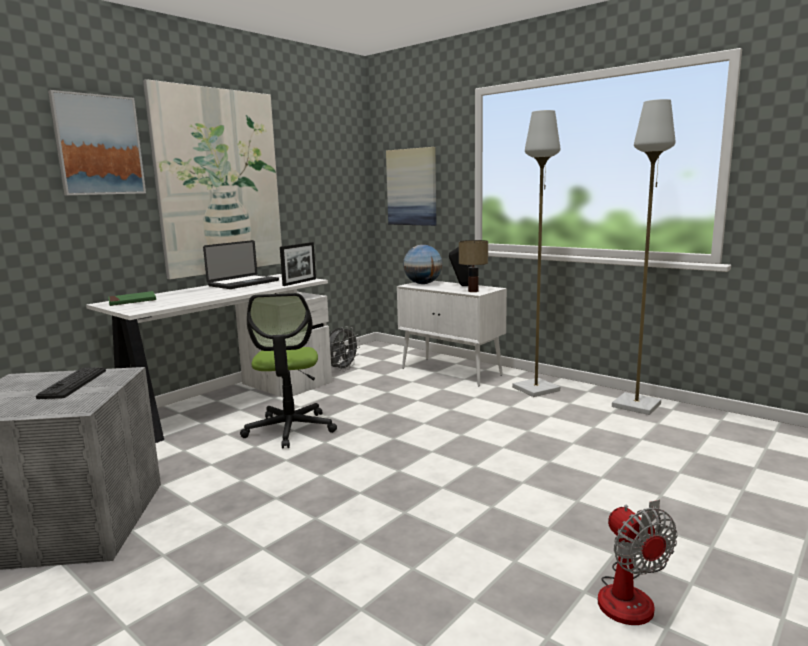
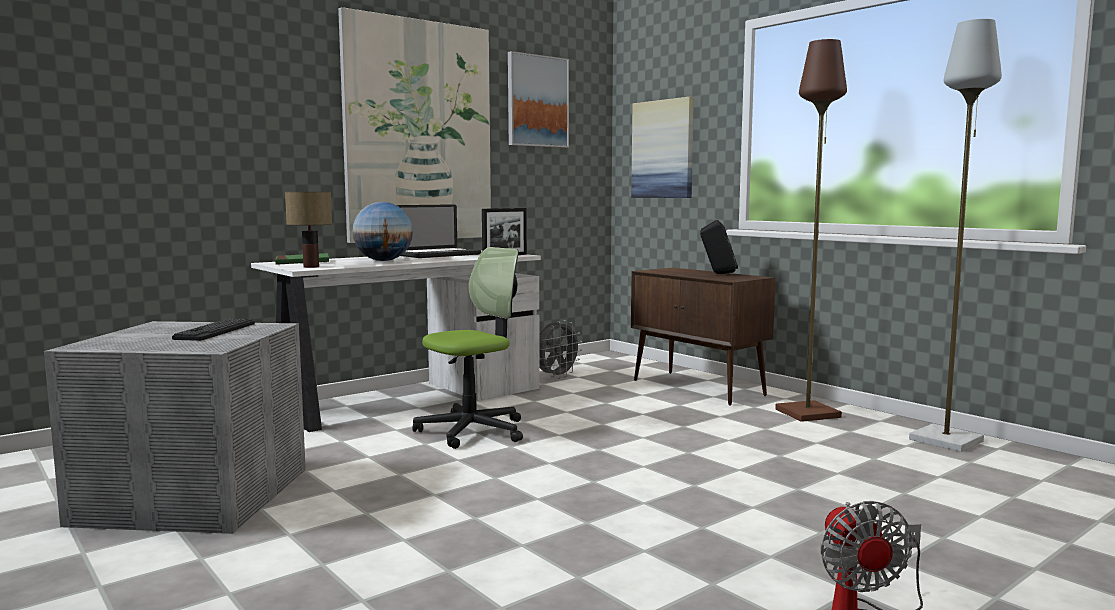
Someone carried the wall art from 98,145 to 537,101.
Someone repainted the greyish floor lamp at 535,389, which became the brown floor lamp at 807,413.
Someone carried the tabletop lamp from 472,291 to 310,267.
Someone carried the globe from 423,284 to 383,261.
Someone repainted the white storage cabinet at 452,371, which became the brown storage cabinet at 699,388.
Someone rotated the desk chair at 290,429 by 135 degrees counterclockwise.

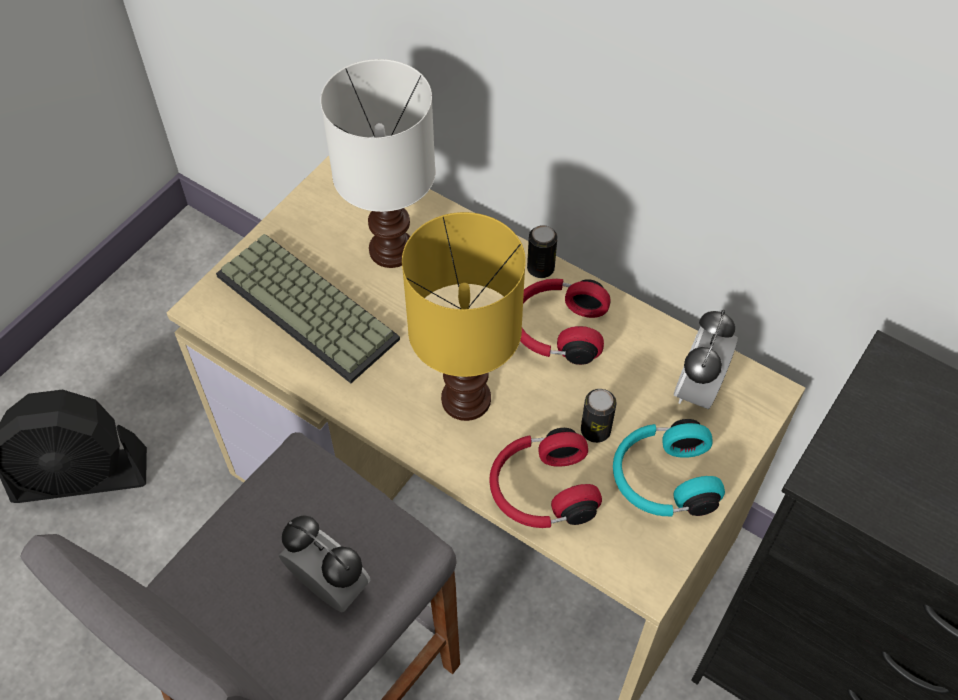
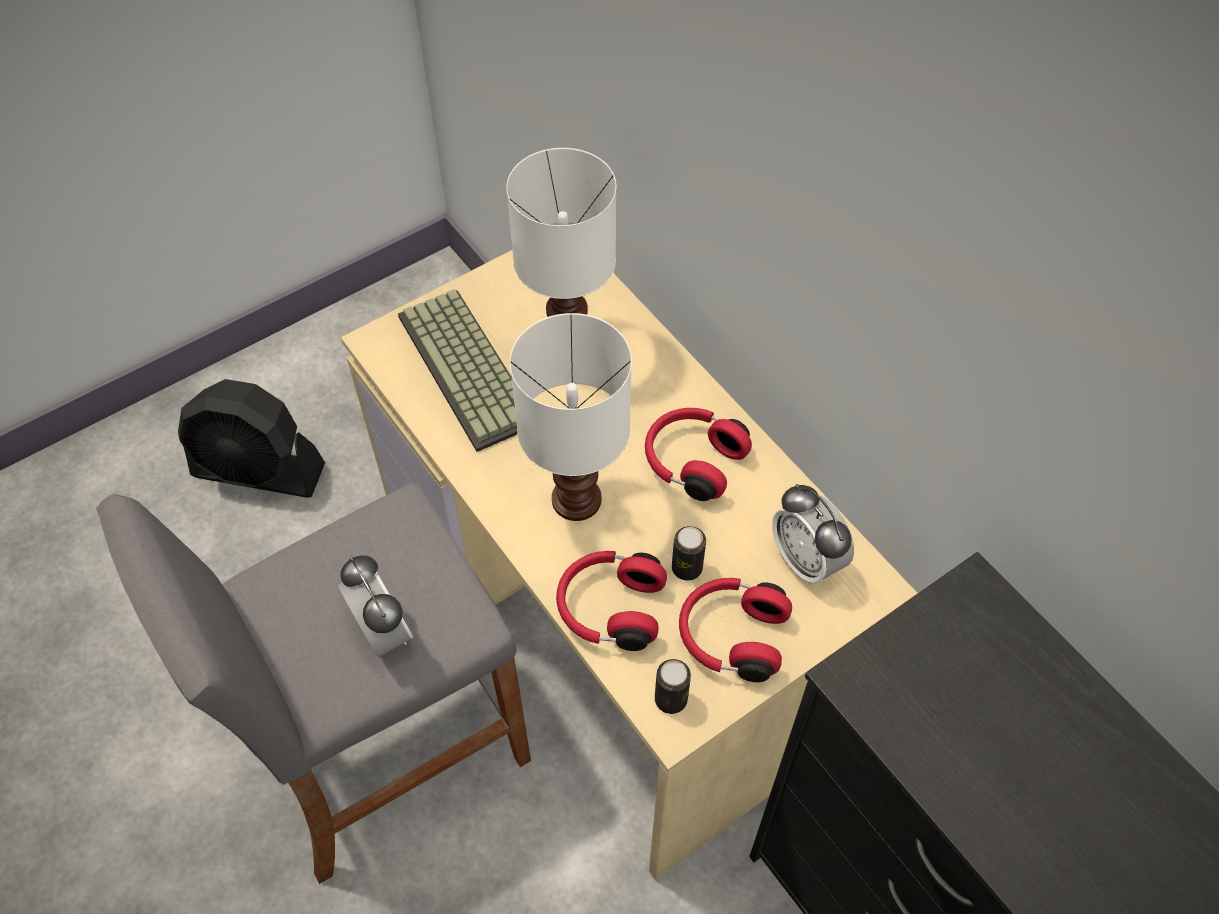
Someone repainted the yellow tabletop lamp at 466,397, which became the white tabletop lamp at 577,498.
Someone carried the can from 540,268 to 671,699.
Someone rotated the table clock at 698,389 by 75 degrees counterclockwise.
Someone repainted the blue-green headphones at 662,480, which became the red-coloured headphones at 730,636.

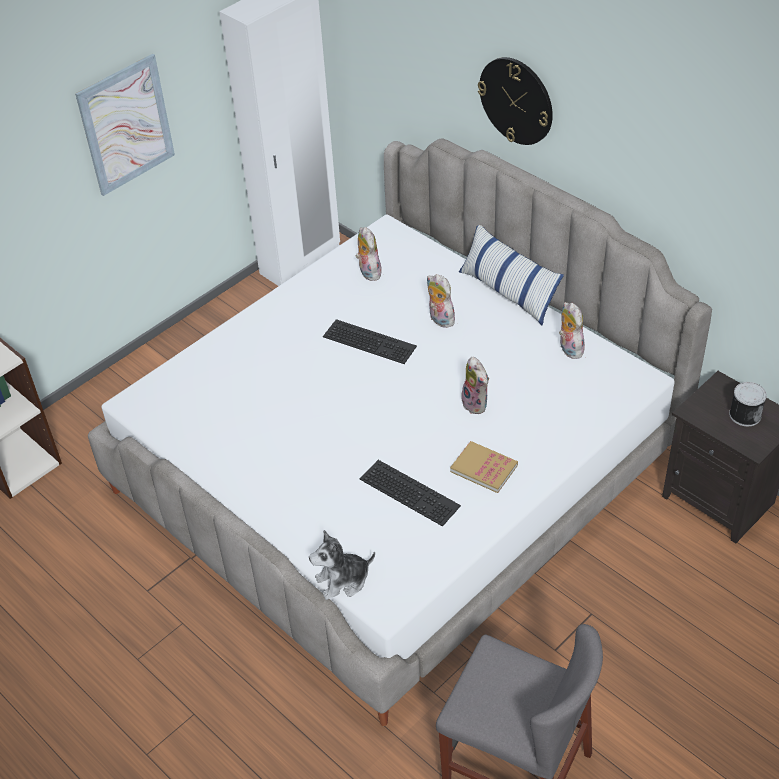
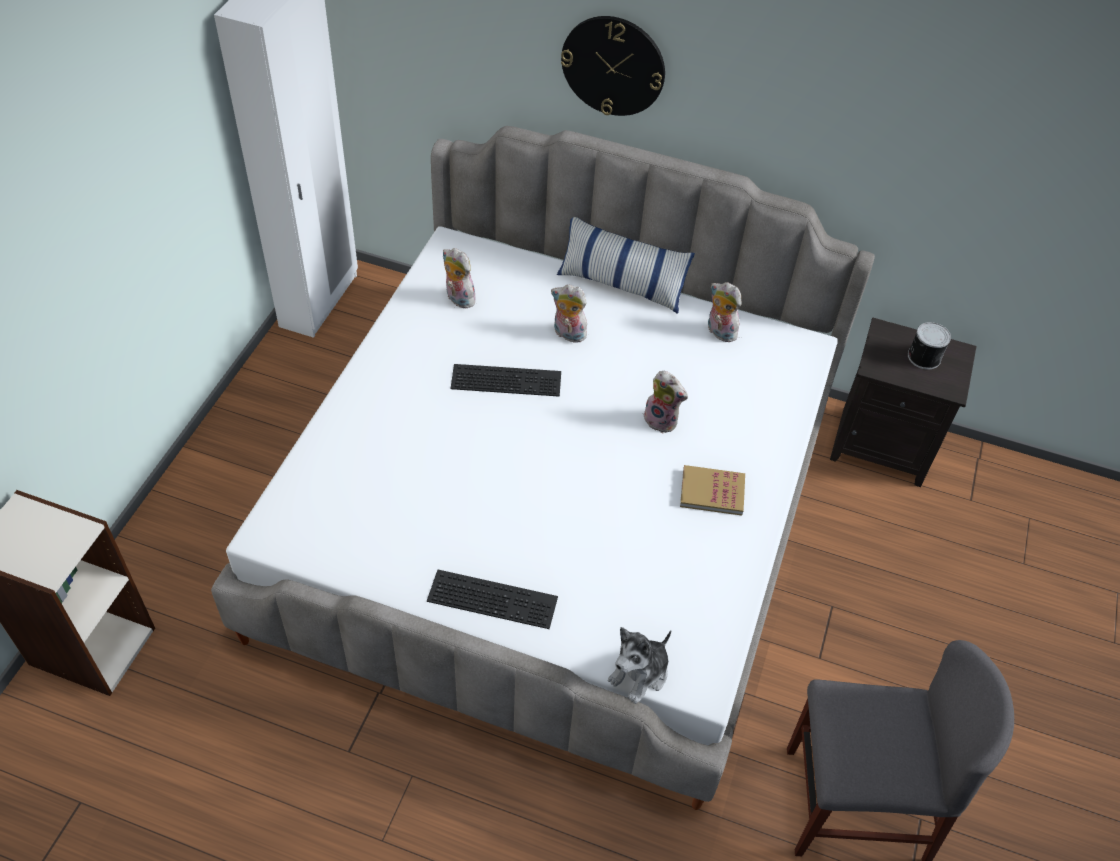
Someone took away the wall art at 126,125.
Someone carried the keyboard from 411,491 to 494,597.

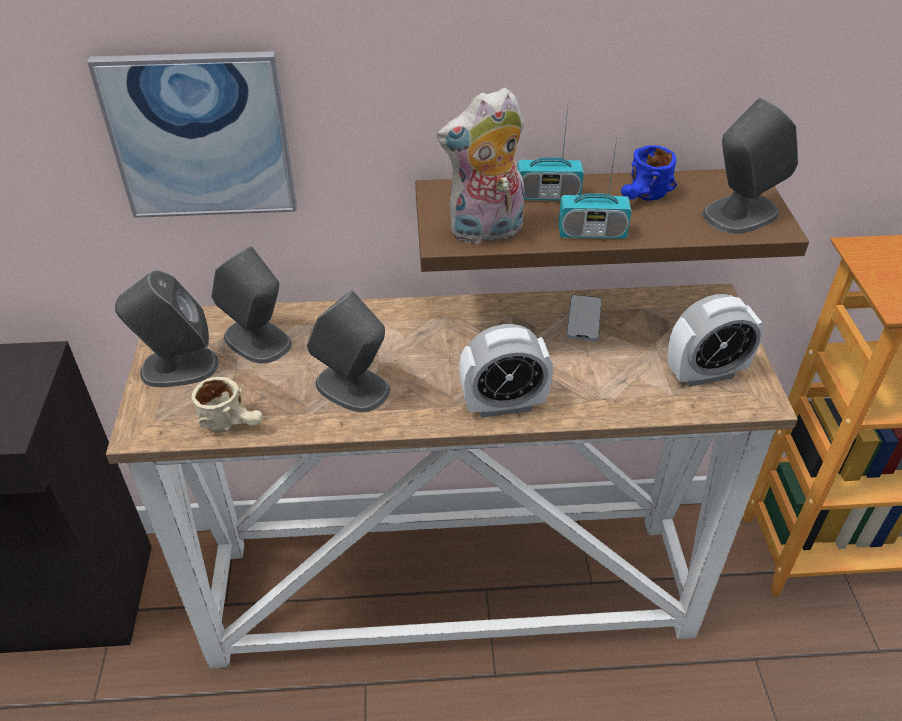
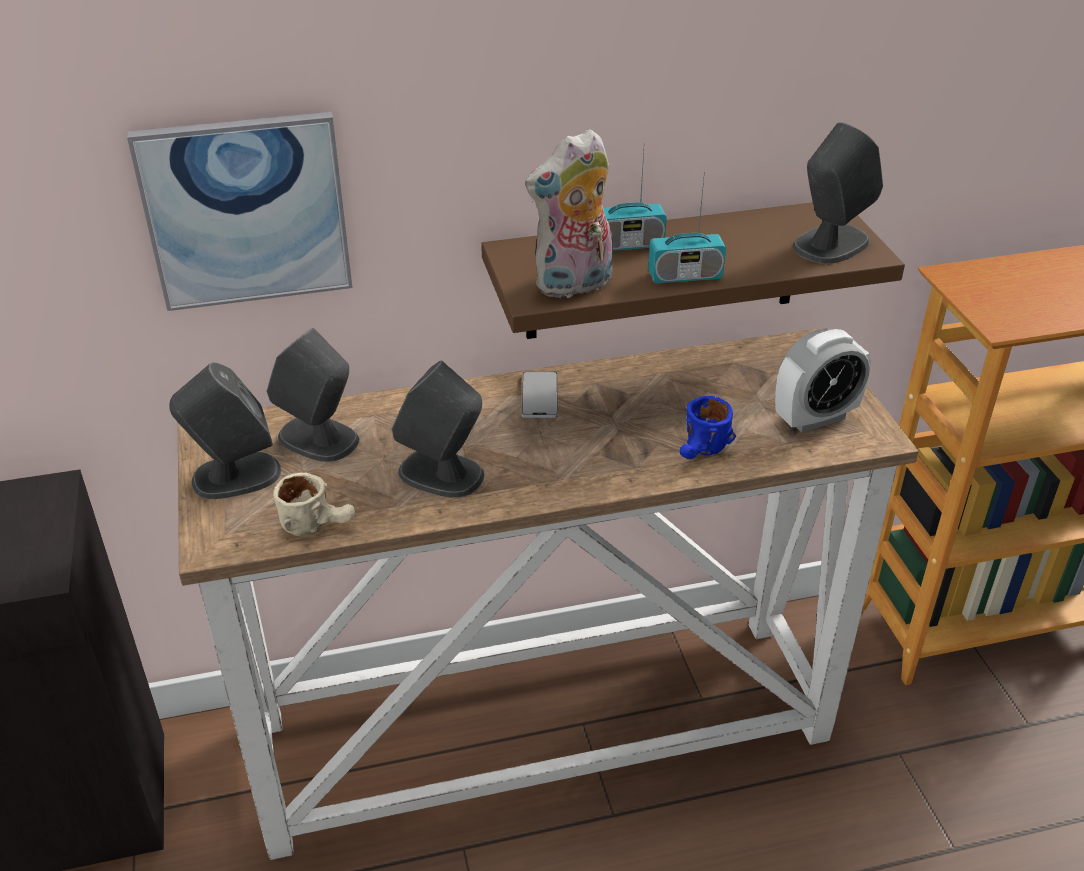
Someone carried the blue-coloured tea mug from 643,198 to 702,453.
Someone carried the phone from 584,319 to 539,396.
Someone took away the table clock at 503,405.

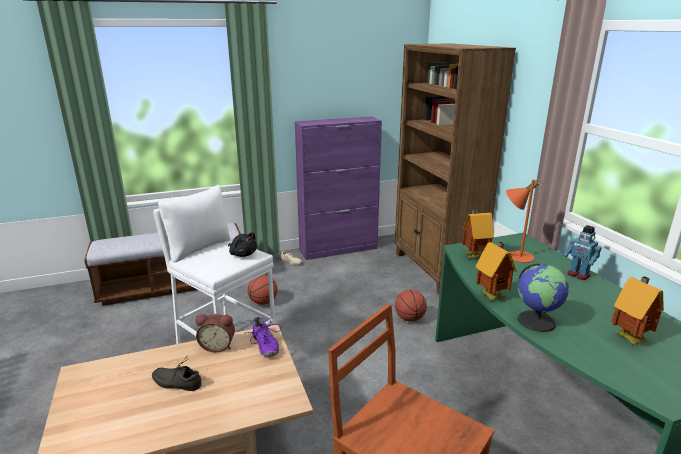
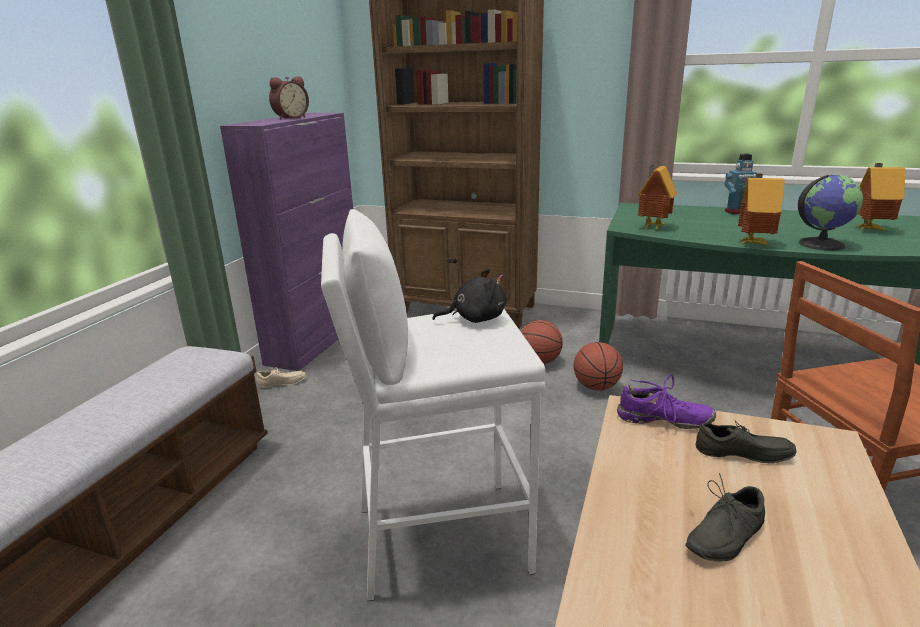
Someone took away the orangey tabletop lamp at 515,255.
Someone carried the ball for basketball from 263,302 to 596,387.
Someone carried the table clock from 218,346 to 290,118.
Someone put down the greyish shoe at 744,455.

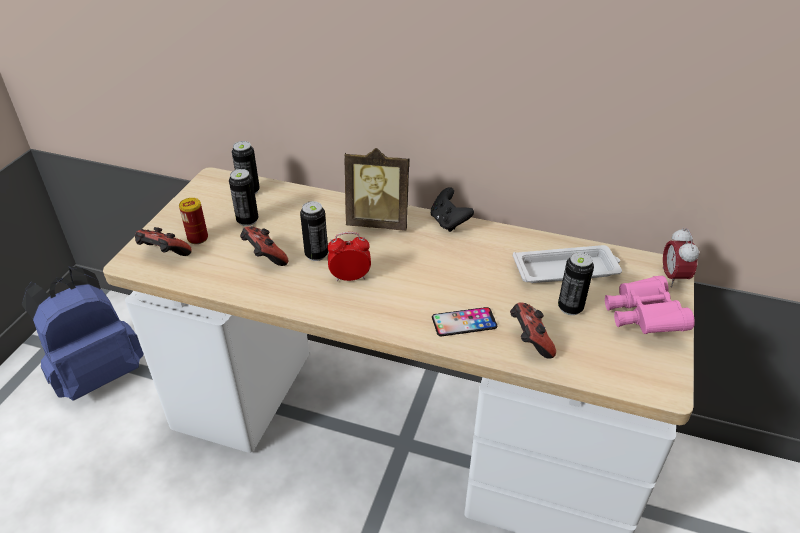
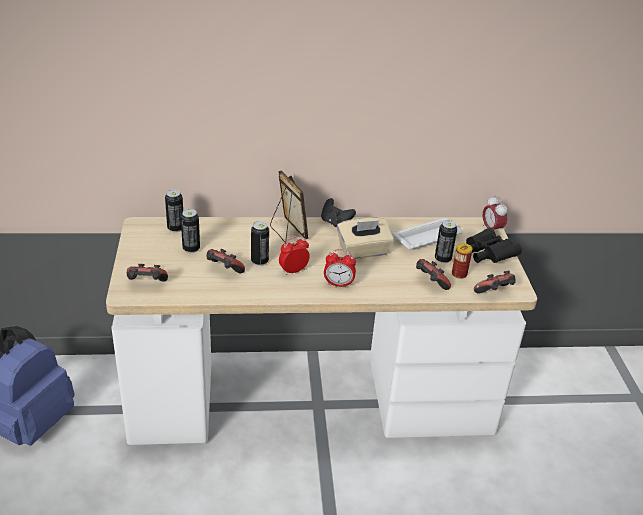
Someone rotated the picture frame at 378,222 by 105 degrees counterclockwise.
Someone carried the can from 198,238 to 459,274.
Someone repainted the pinkish pair of binoculars at 642,318, which became the black pair of binoculars at 486,256.
Someone took away the phone at 464,322.
Someone put down the beige-coloured box of tissues at 363,251.
Someone put down the table clock at 338,284.
Someone put down the game controller at 494,293.

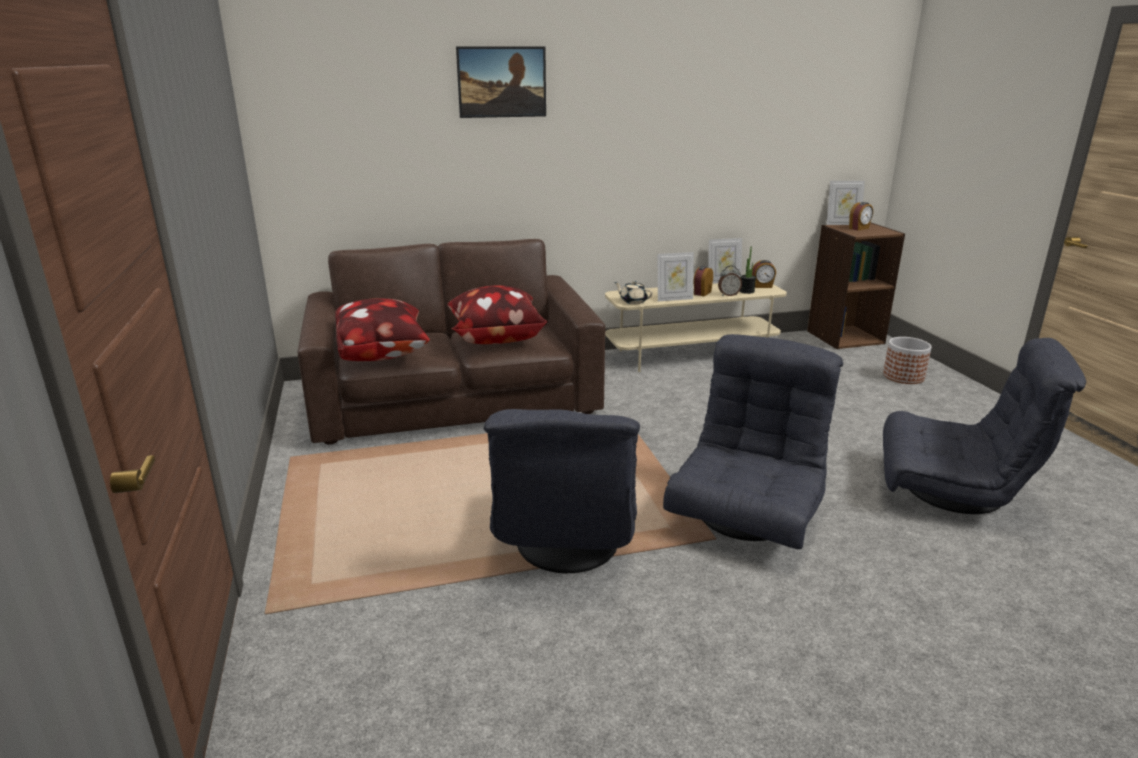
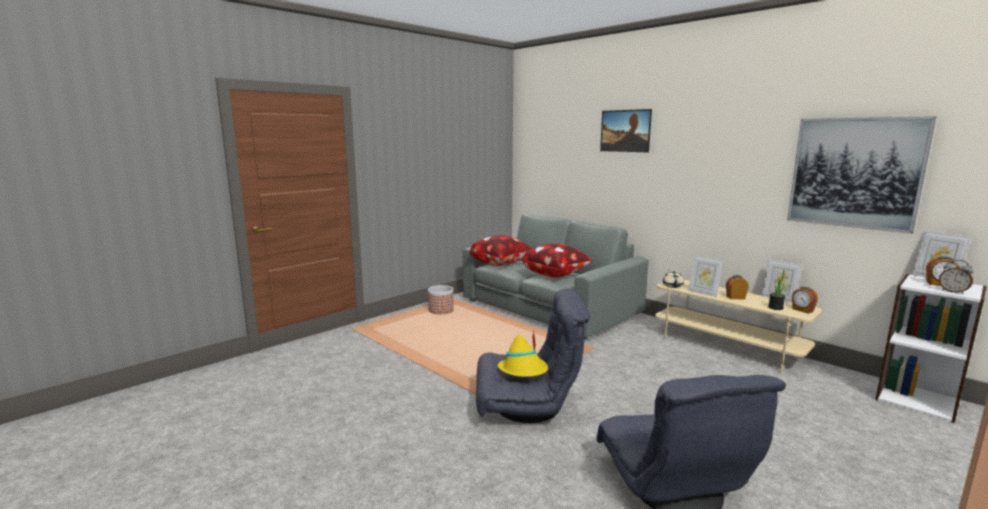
Someone repainted the brown bookshelf at 844,337, which became the white bookshelf at 917,399.
Someone repainted the brown couch at 455,397, which became the greyish couch at 549,307.
Someone carried the table clock from 728,295 to 953,292.
Someone carried the flower pot from 903,376 to 441,310.
Someone took away the greyish lounge chair at 564,543.
Someone put up the wall art at 855,173.
Someone put down the yellow wearable hat at 523,371.

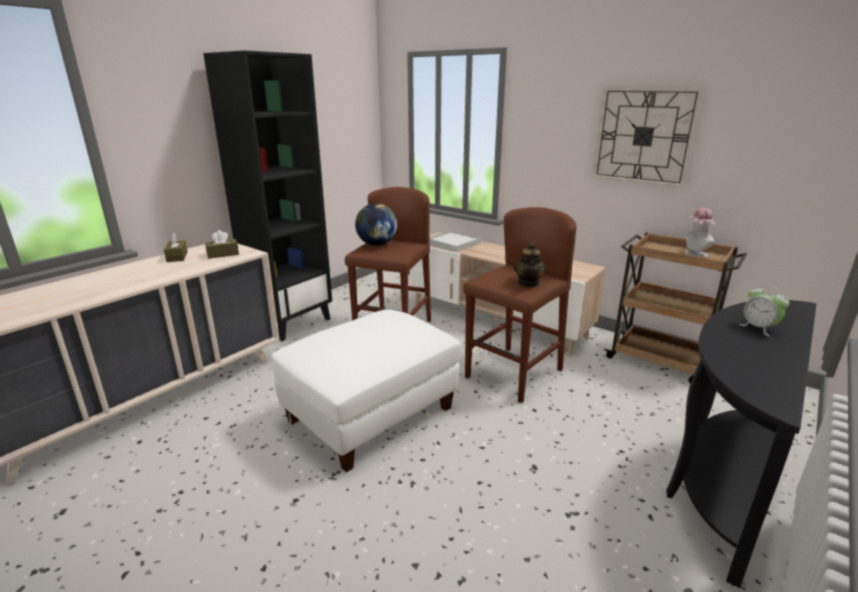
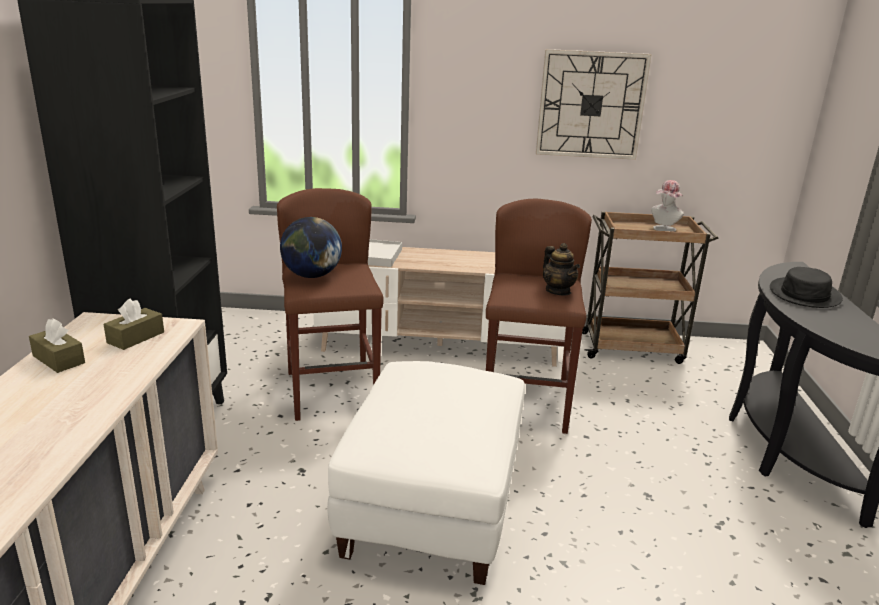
Someone swapped the table clock at 758,328 for the black wearable hat at 805,294.

